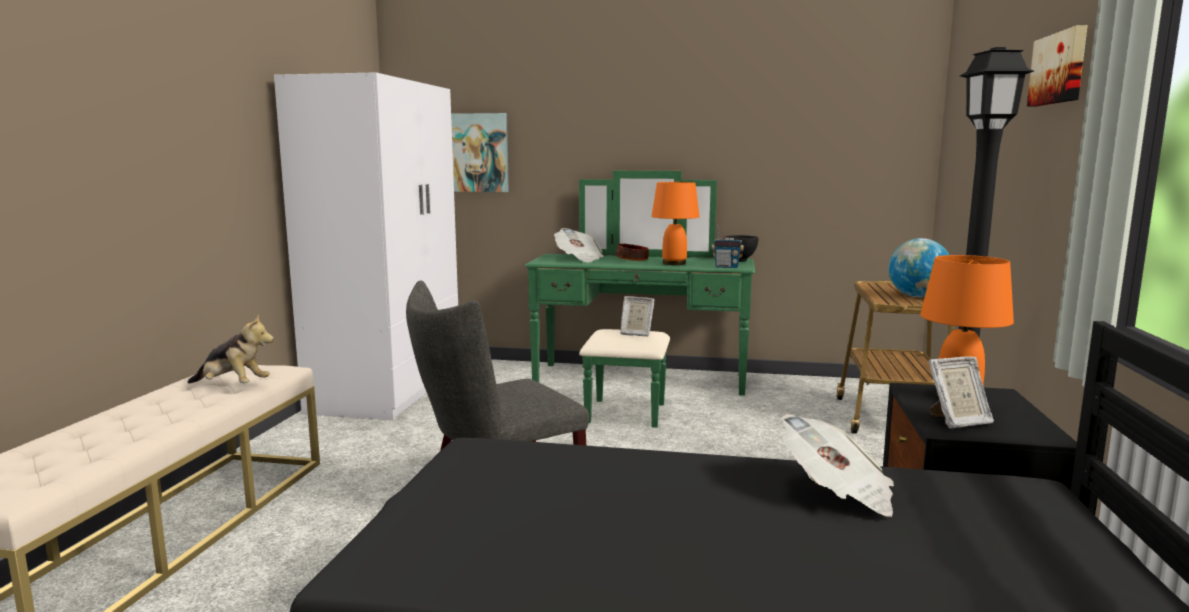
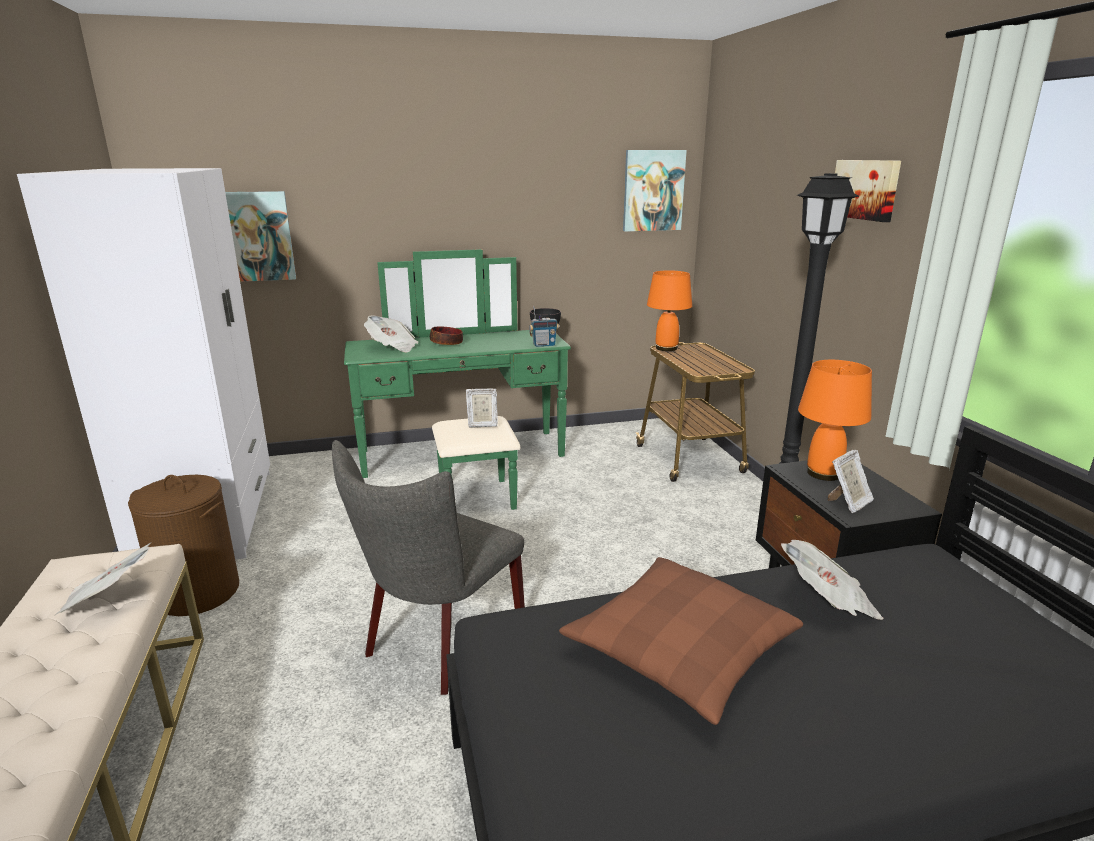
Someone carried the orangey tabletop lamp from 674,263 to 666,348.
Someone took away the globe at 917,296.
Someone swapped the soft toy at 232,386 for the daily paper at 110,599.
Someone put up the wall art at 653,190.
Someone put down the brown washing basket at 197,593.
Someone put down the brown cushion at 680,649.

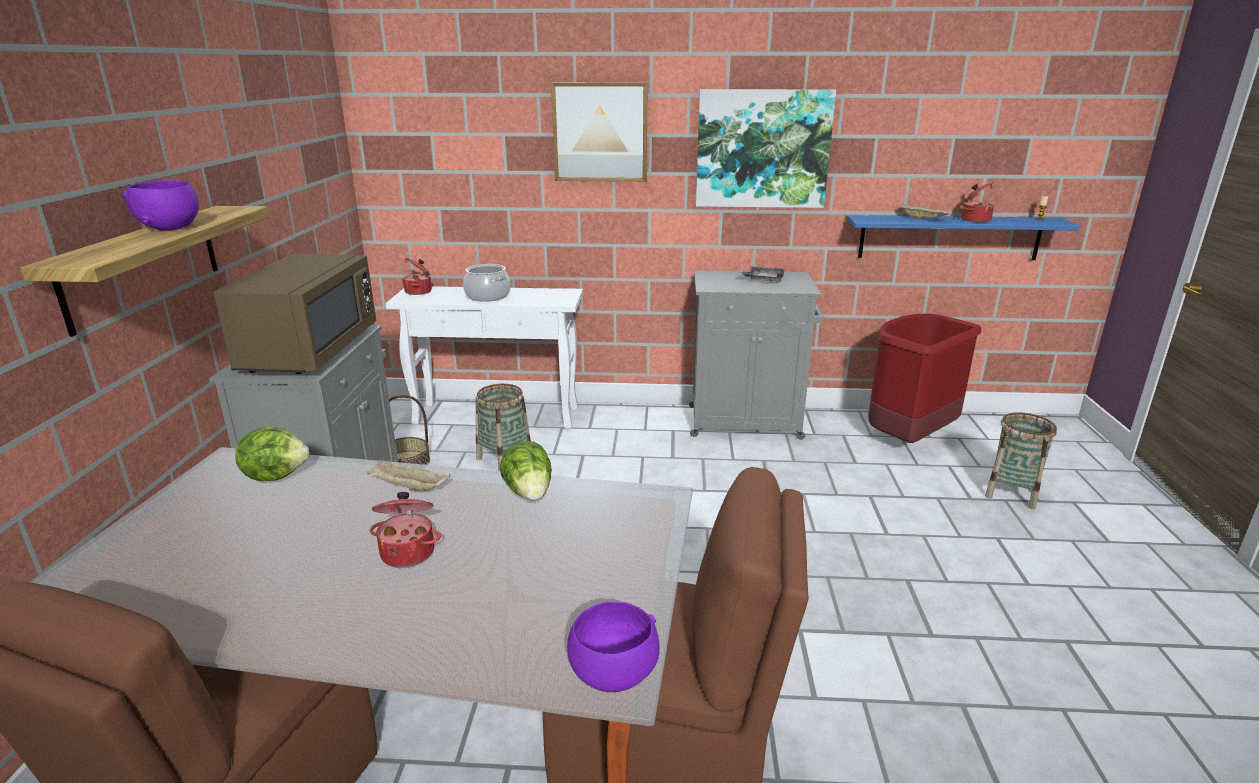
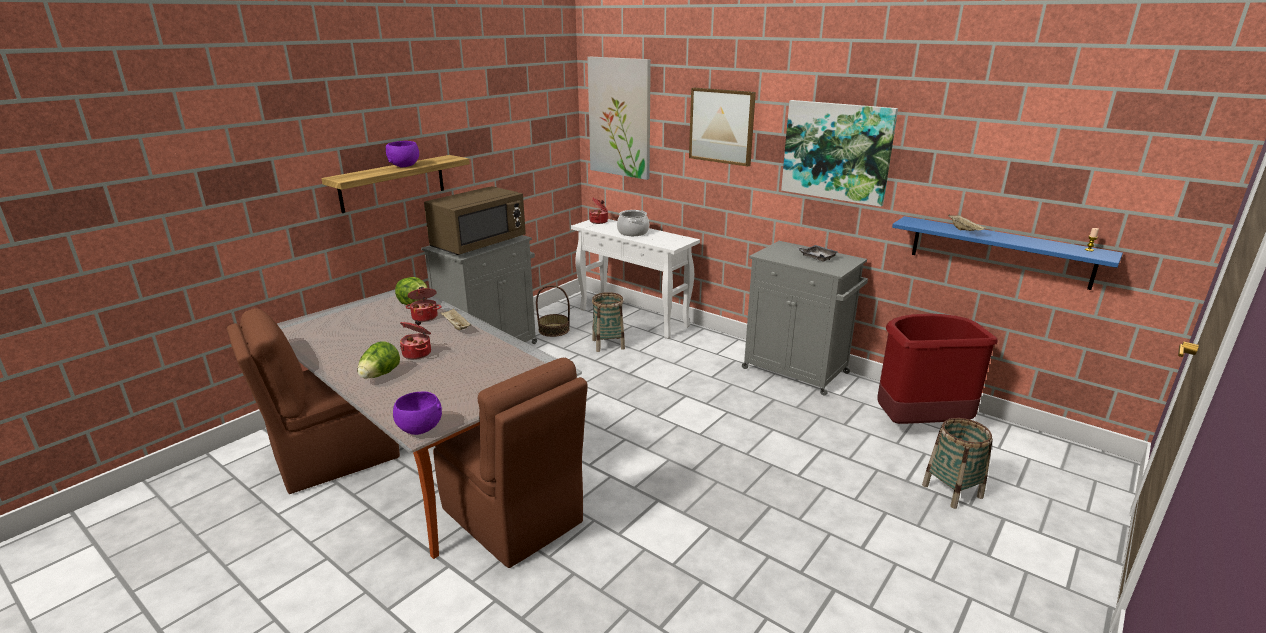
Someone carried the cooking pot from 974,220 to 425,317.
Someone carried the lettuce from 530,493 to 380,375.
Someone put up the wall art at 620,117.

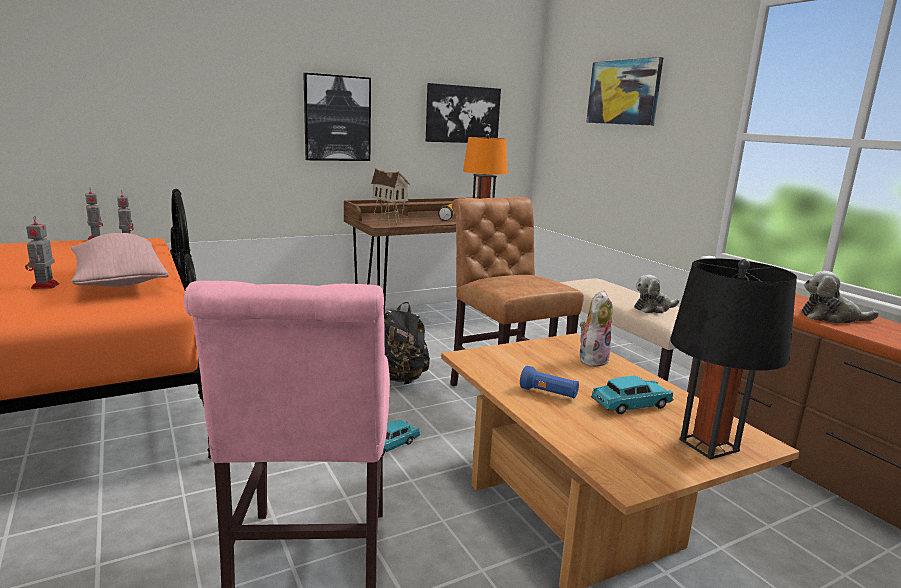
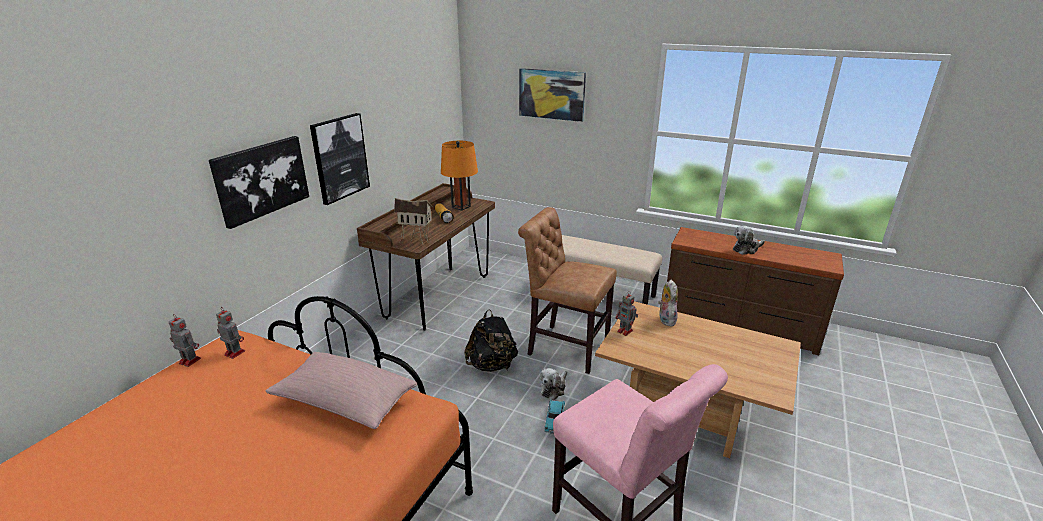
Someone carried the wall art from 462,114 to 261,179.
Someone carried the model robot from 44,286 to 625,331.
Someone took away the black tabletop lamp at 709,445.
Someone carried the soft toy from 653,308 to 553,388.
Someone took away the blue-coloured hand torch at 548,393.
Someone took away the blue-green toy car at 631,405.

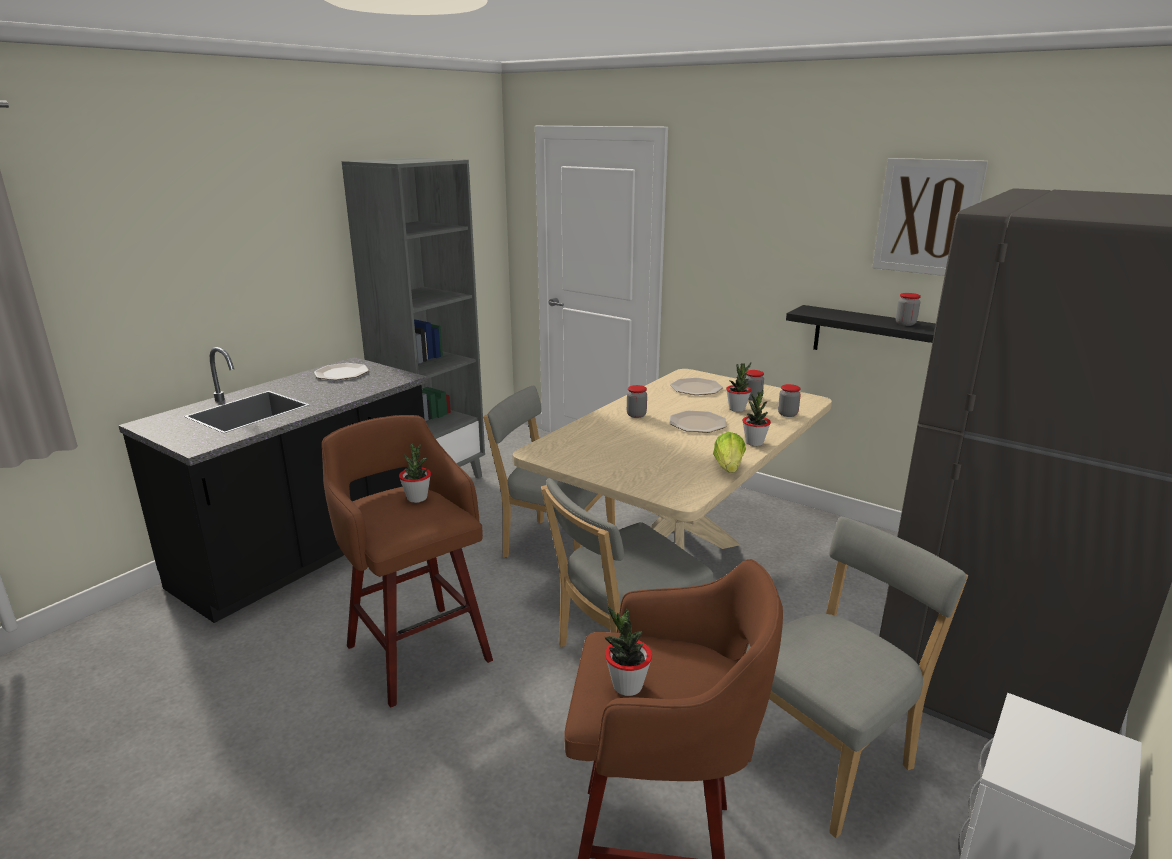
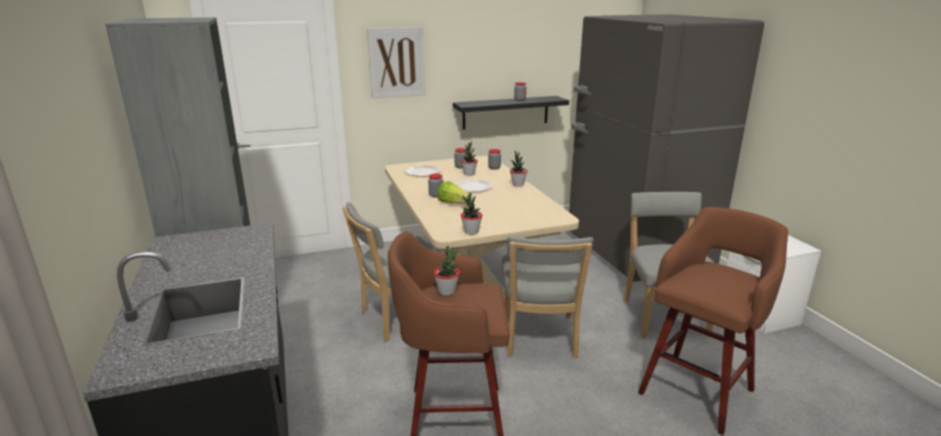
Someone carried the wall art from 927,217 to 396,62.
Someone took away the dinner plate at 341,373.
Someone carried the lettuce from 729,467 to 453,203.
Someone carried the plant in a pot from 627,686 to 471,232.

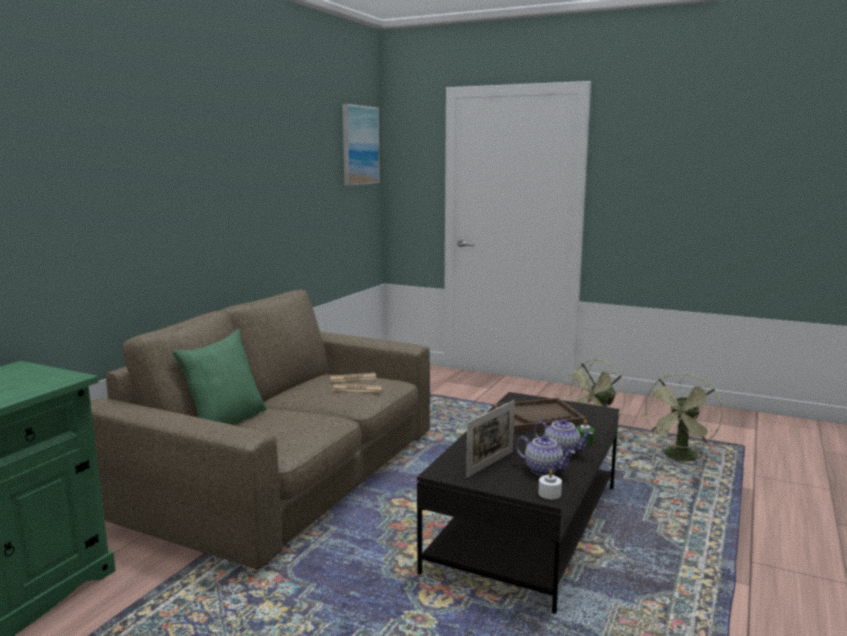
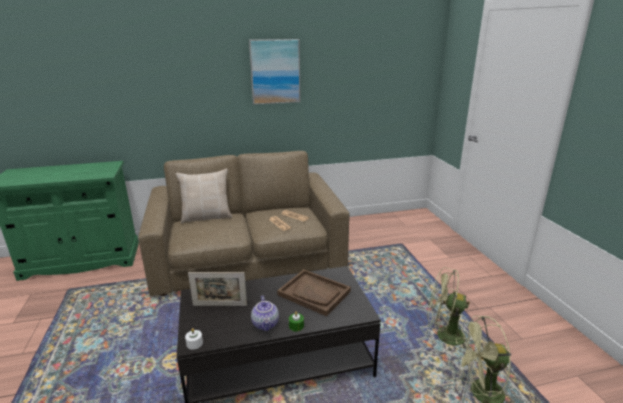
Someone carried the wall art from 359,145 to 275,71.
Someone repainted the green-coloured cushion at 226,422, which became the beige-coloured cushion at 207,217.
Someone took away the tea pot at 544,470.

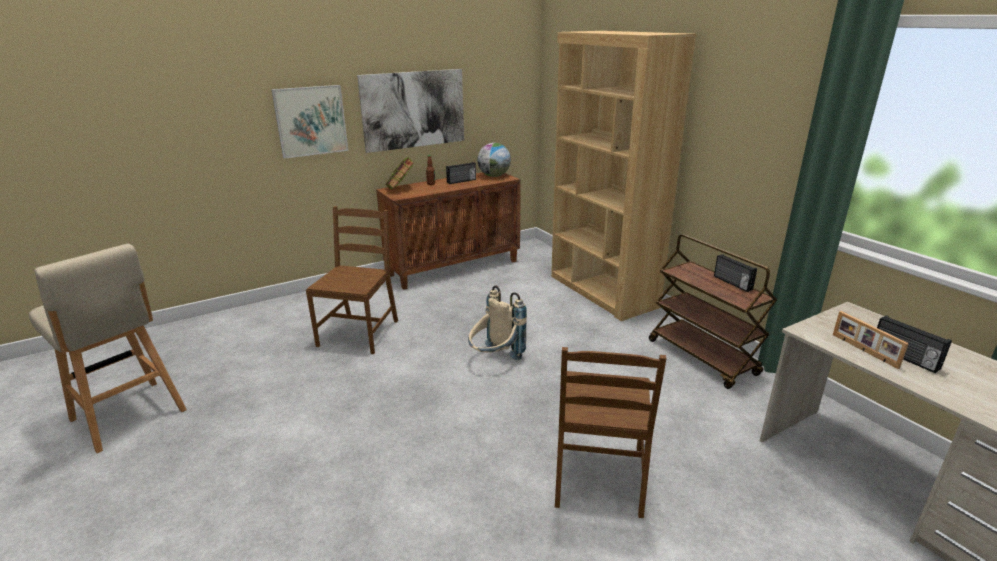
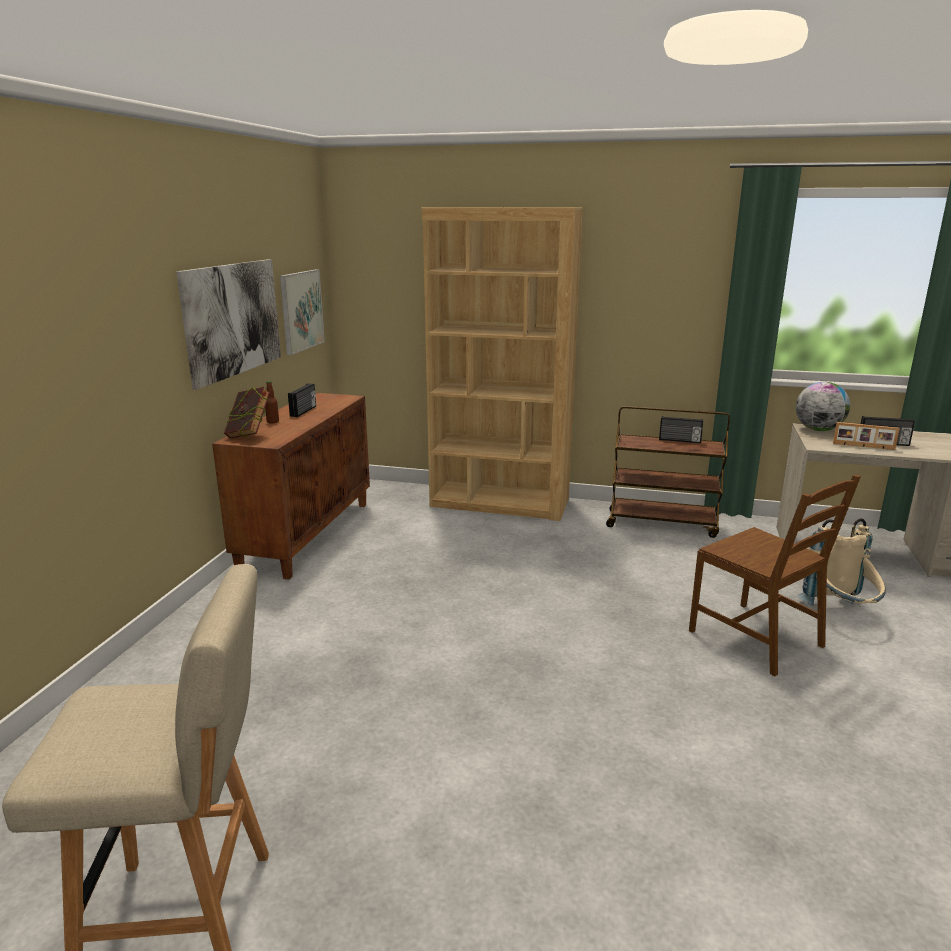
Someone carried the wall art from 311,121 to 301,310.
Someone carried the globe from 494,176 to 818,430.
Someone took away the brown plain chair at 359,333.
Someone carried the beige-coloured rucksack from 495,360 to 841,614.

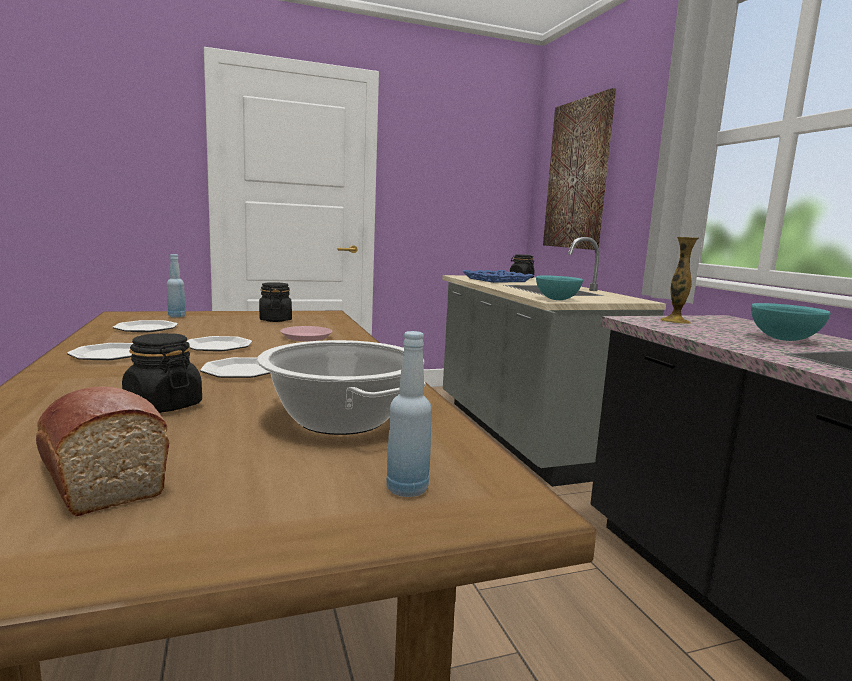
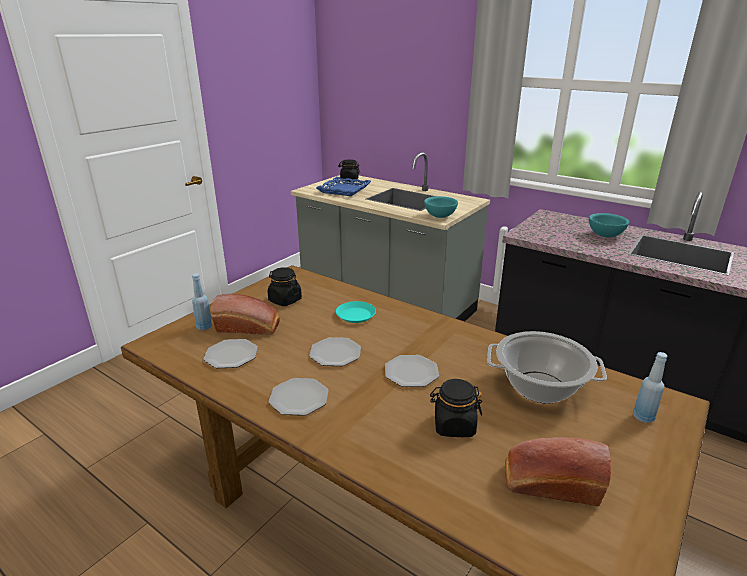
Someone took away the wall art at 577,175.
Someone took away the decorative vase at 675,321.
Someone repainted the pinkish dinner plate at 306,337, which became the blue-green dinner plate at 355,315.
Someone put down the bread at 249,327.

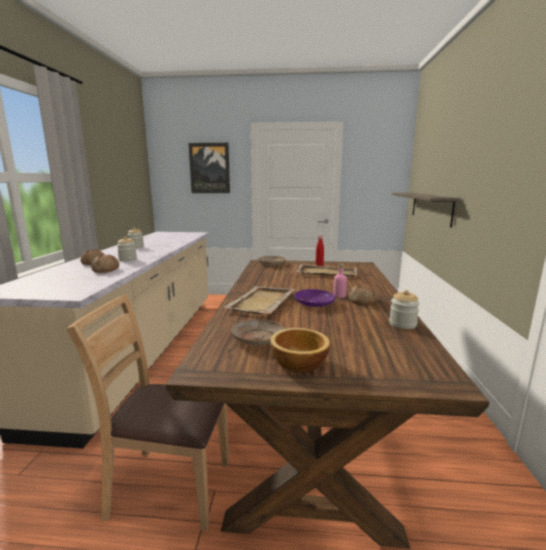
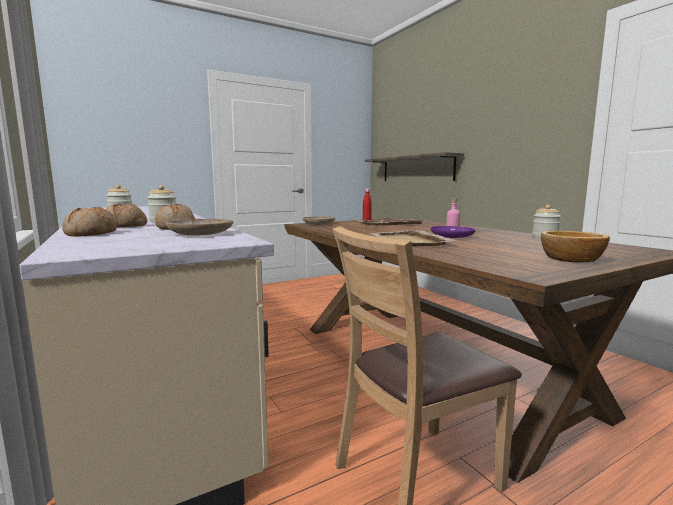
Someone took away the wall art at 210,168.
Someone carried the bread from 363,301 to 92,234.
Someone carried the beige-coloured dinner plate from 258,338 to 200,234.

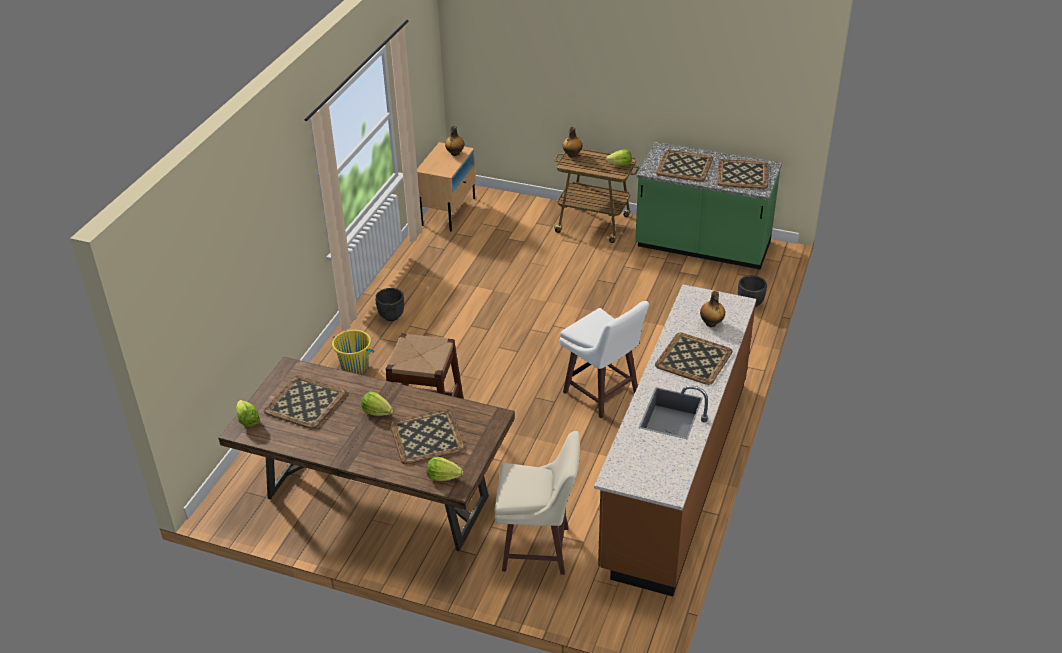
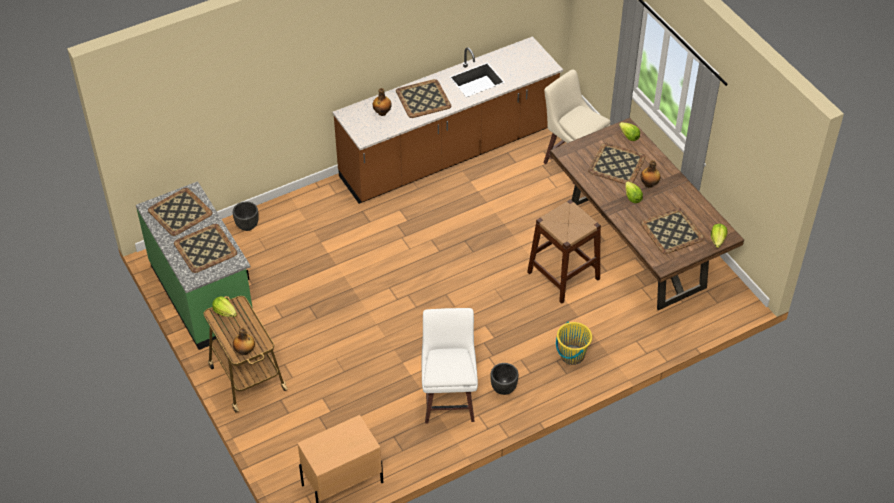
Someone carried the beverage bottle from 455,153 to 649,184.
Someone carried the white stool from 602,394 to 449,400.

